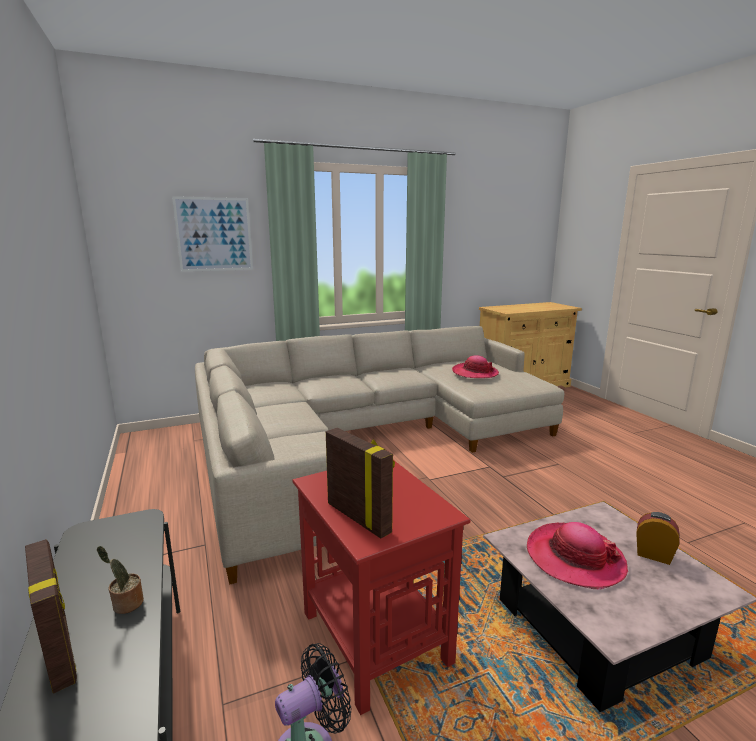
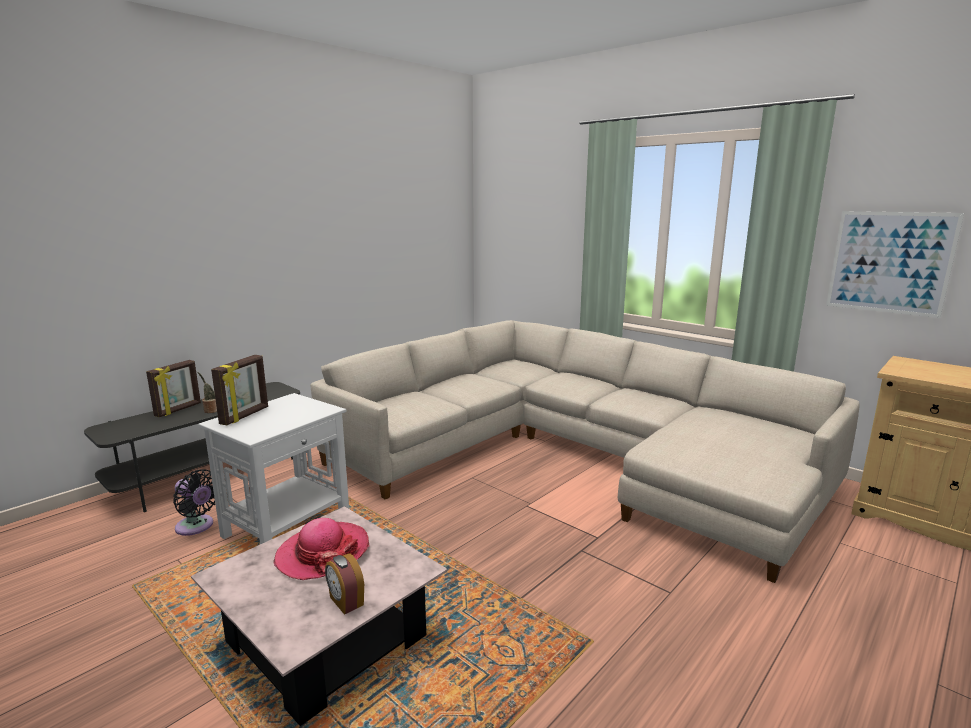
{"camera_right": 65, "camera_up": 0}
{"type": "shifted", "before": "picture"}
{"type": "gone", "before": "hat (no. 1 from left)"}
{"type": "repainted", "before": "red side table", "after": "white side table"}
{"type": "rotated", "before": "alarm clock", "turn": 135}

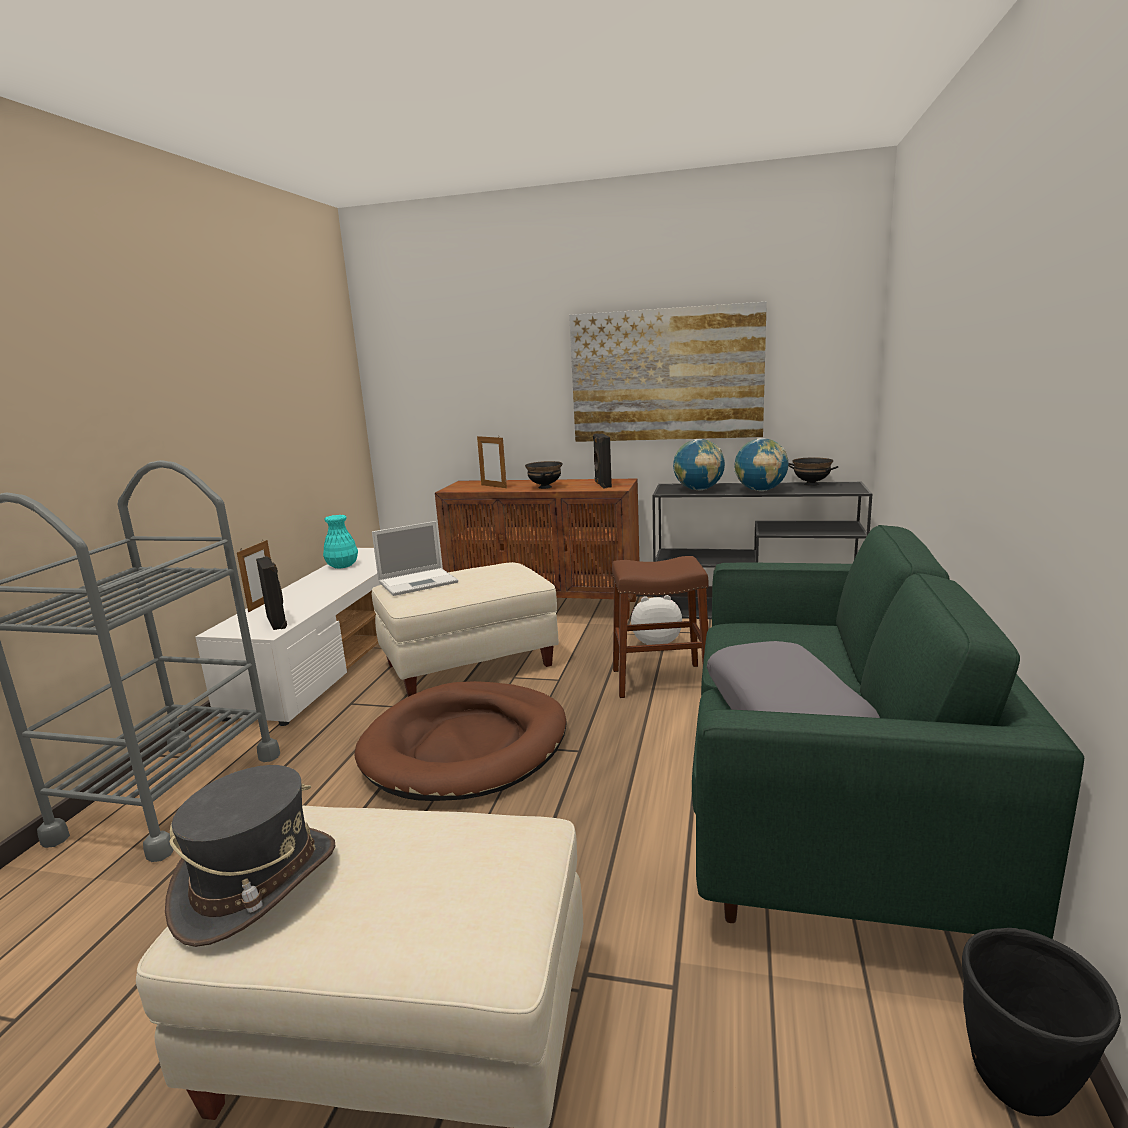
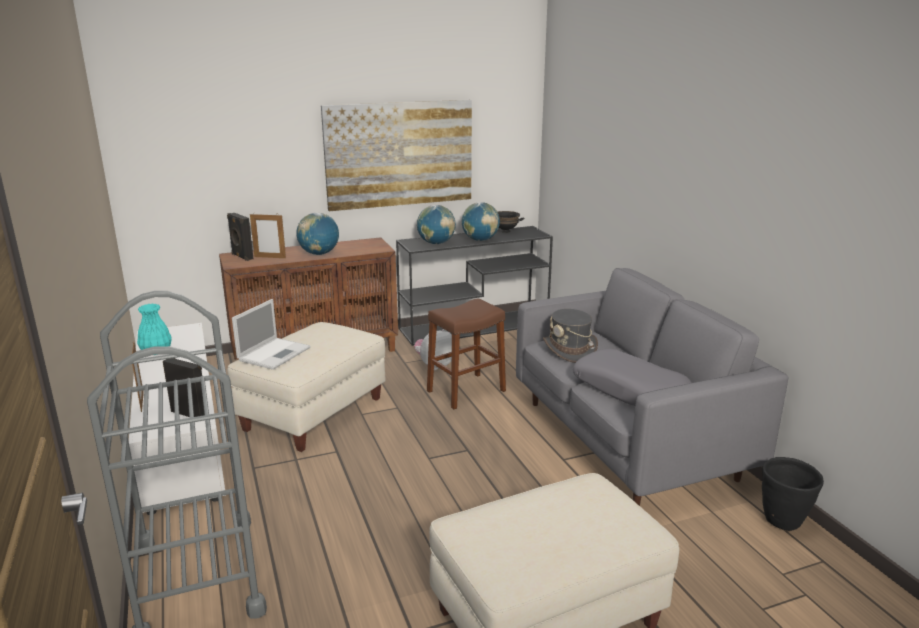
{"camera_right": -35, "camera_up": 5}
{"type": "shifted", "before": "black speaker (no. 2 from left)"}
{"type": "swapped", "before": "black bowl (no. 1 from left)", "after": "globe (no. 1 from left)"}
{"type": "repainted", "before": "green sofa", "after": "grey sofa"}
{"type": "gone", "before": "brown dog bed"}
{"type": "shifted", "before": "grey hat"}

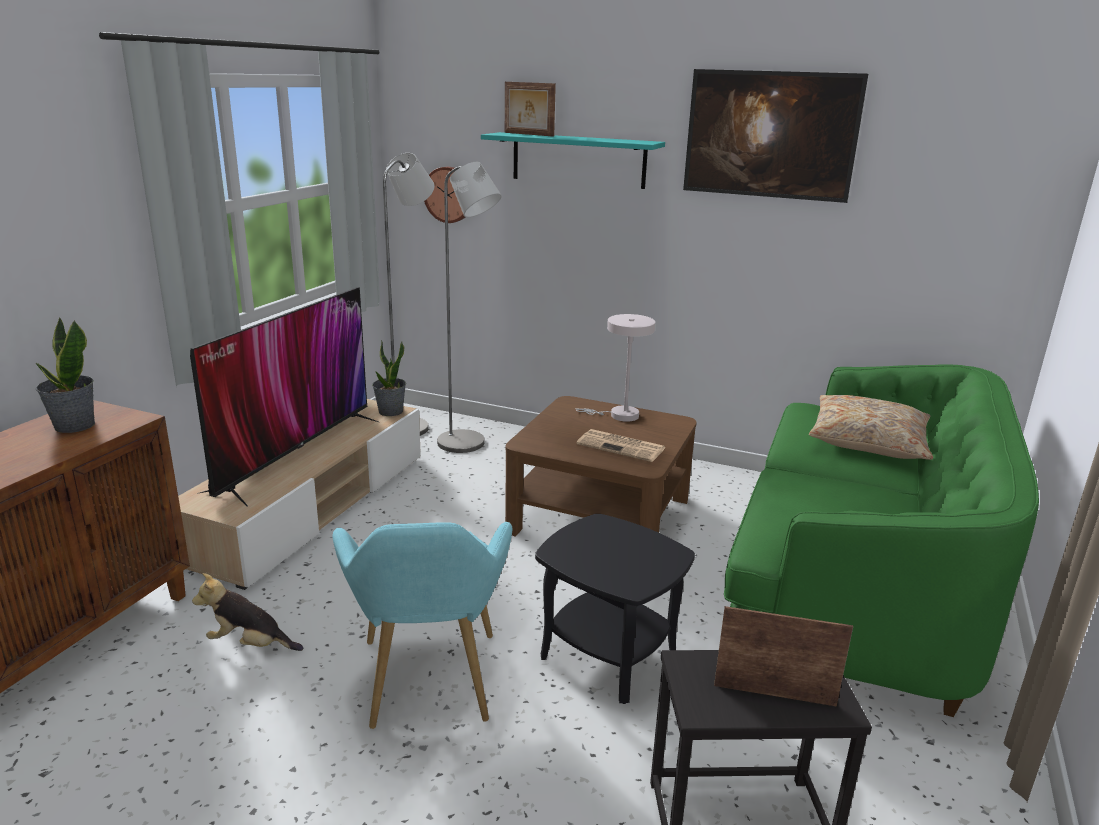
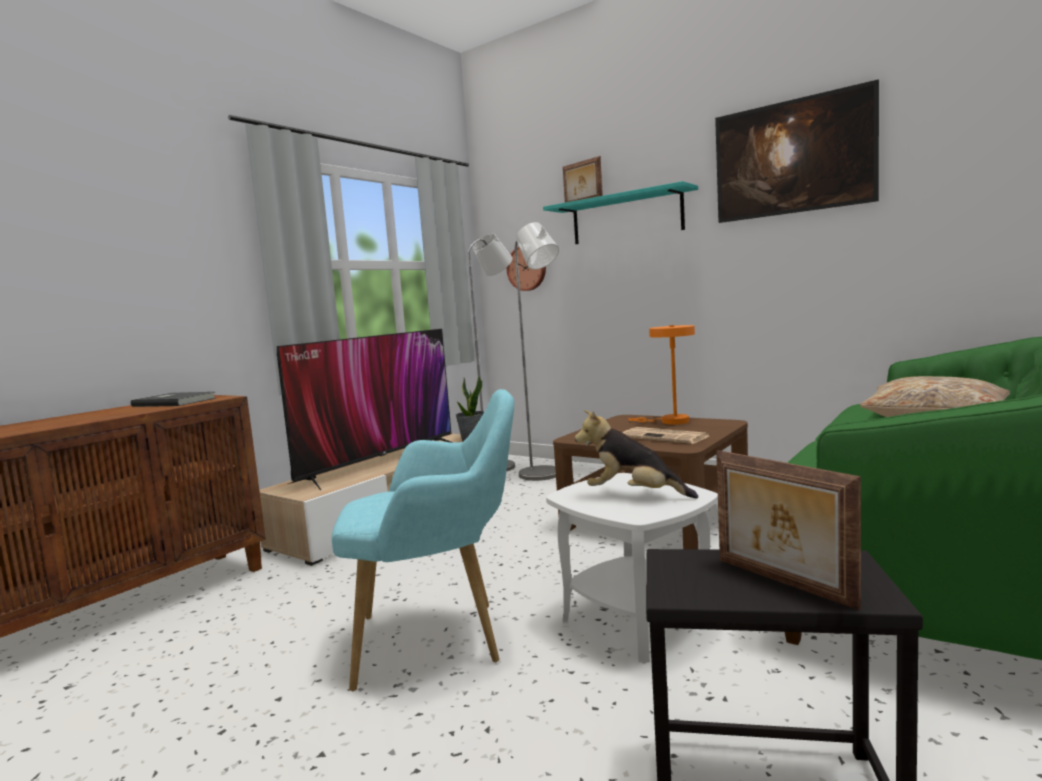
{"camera_right": 15, "camera_up": -15}
{"type": "repainted", "before": "white table lamp", "after": "orange table lamp"}
{"type": "swapped", "before": "potted plant (no. 1 from left)", "after": "grey book"}
{"type": "repainted", "before": "black side table (no. 1 from left)", "after": "white side table"}
{"type": "rotated", "before": "turquoise armchair", "turn": -105}
{"type": "shifted", "before": "plush toy"}
{"type": "rotated", "before": "picture frame (no. 2 from left)", "turn": -150}

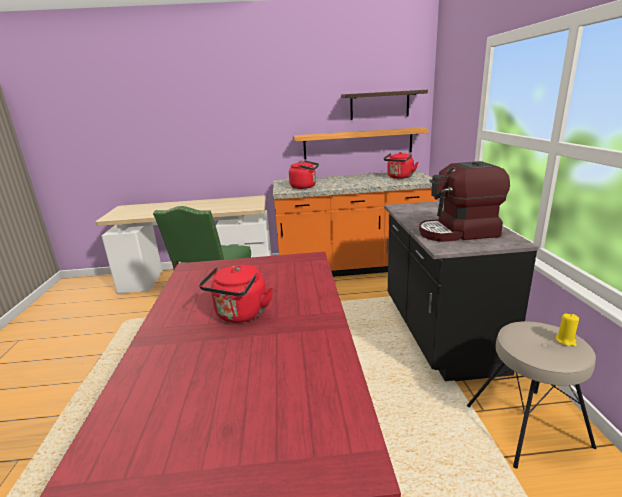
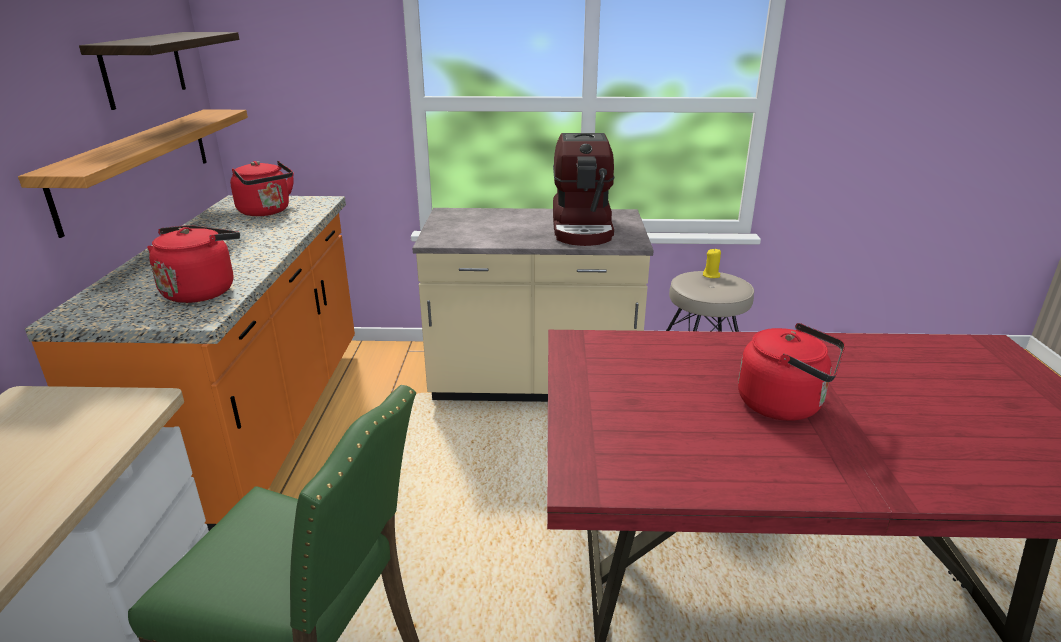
{"camera_right": -85, "camera_up": 5}
{"type": "repainted", "before": "black counter", "after": "beige counter"}

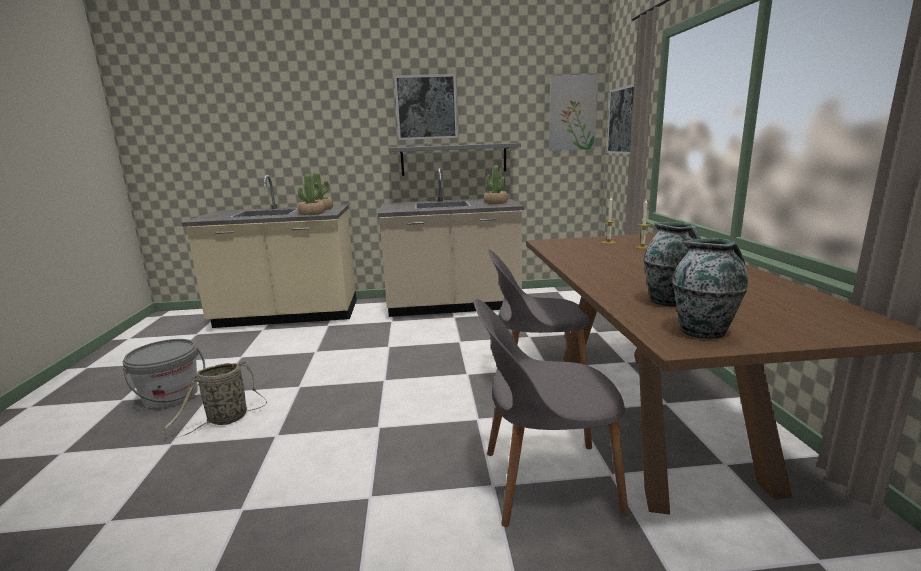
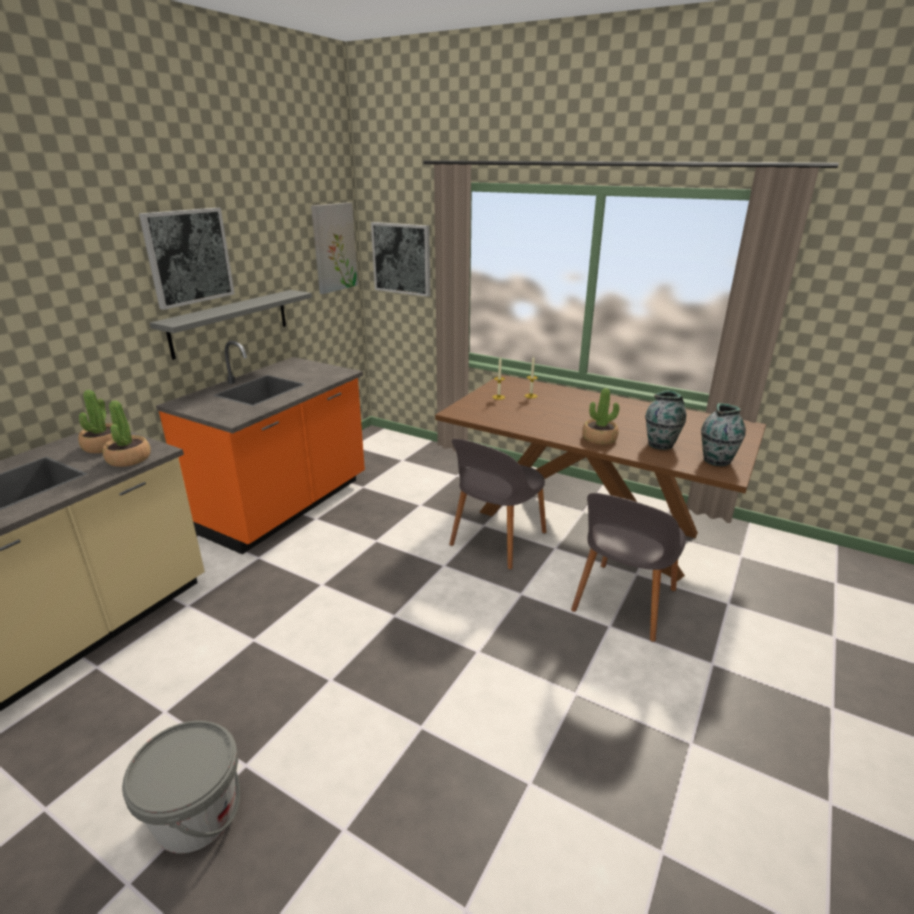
{"camera_right": -55, "camera_up": 10}
{"type": "shifted", "before": "potted plant (no. 3 from left)"}
{"type": "repainted", "before": "beige counter (no. 2 from left)", "after": "orange counter"}
{"type": "gone", "before": "basket"}

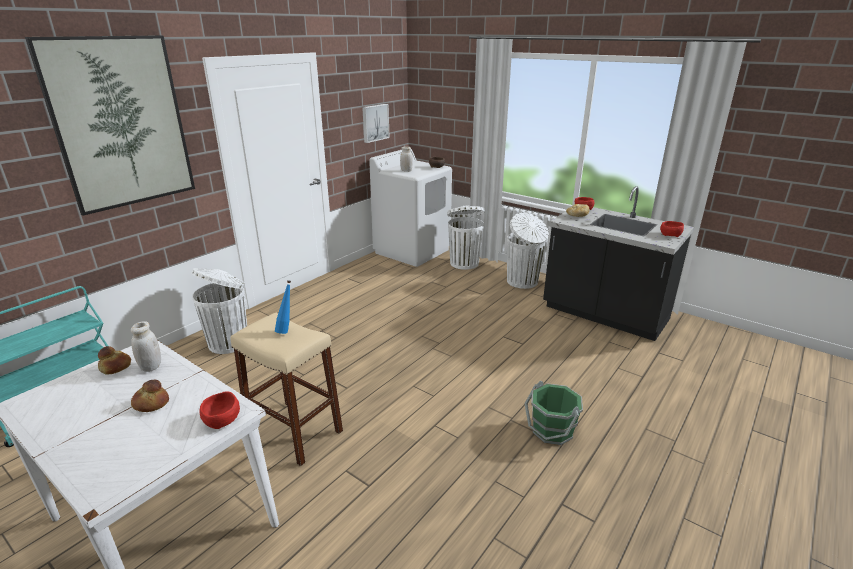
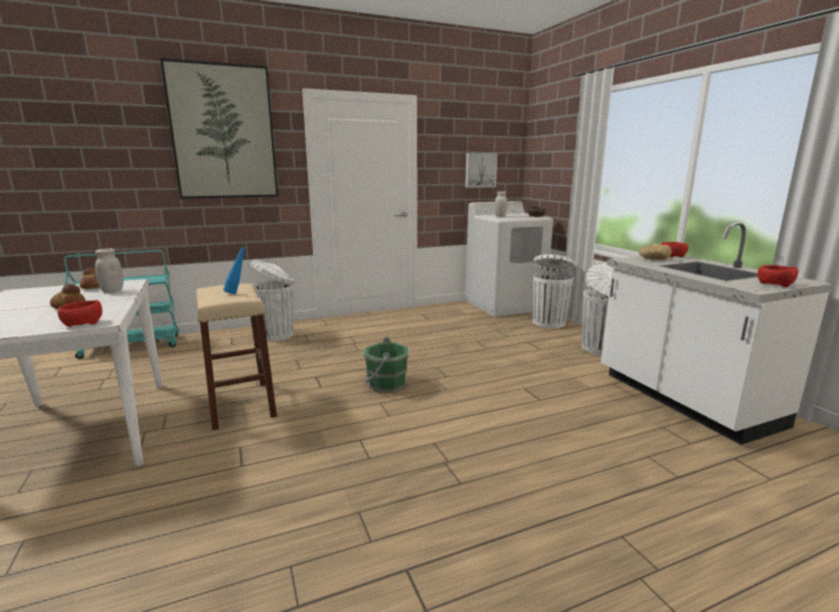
{"camera_right": 30, "camera_up": -10}
{"type": "repainted", "before": "black counter", "after": "white counter"}
{"type": "shifted", "before": "green bucket"}

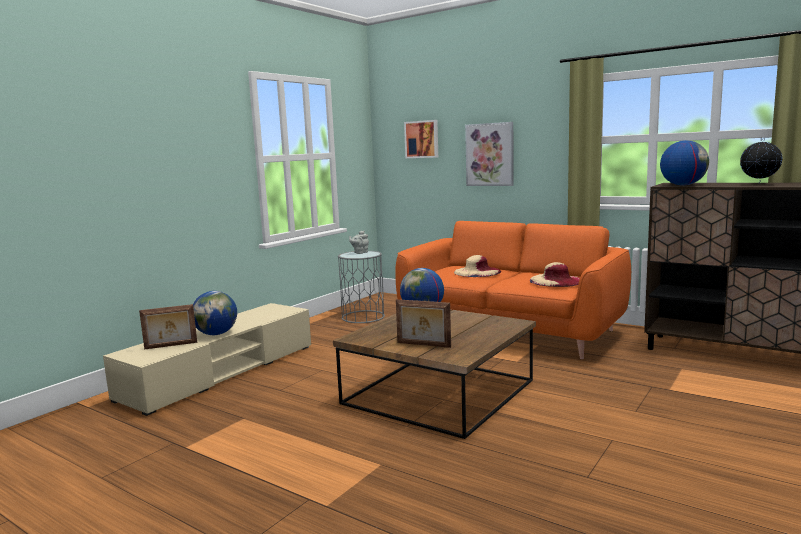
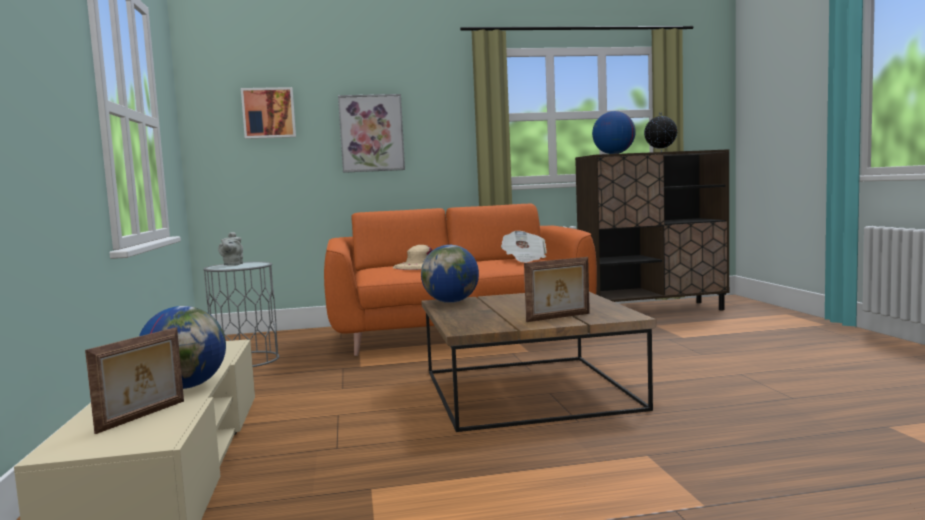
{"camera_right": -45, "camera_up": -5}
{"type": "swapped", "before": "beige hat (no. 2 from left)", "after": "newspaper"}

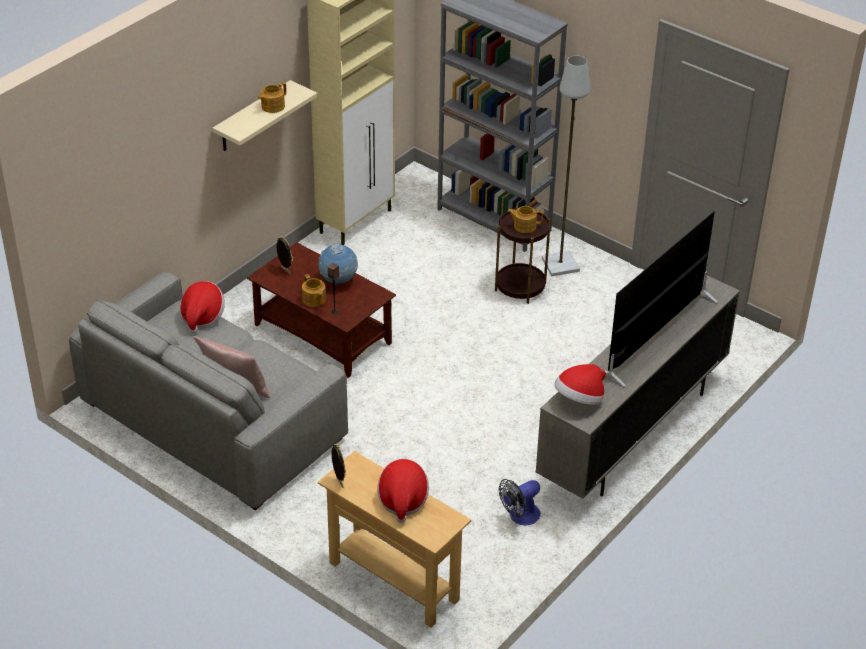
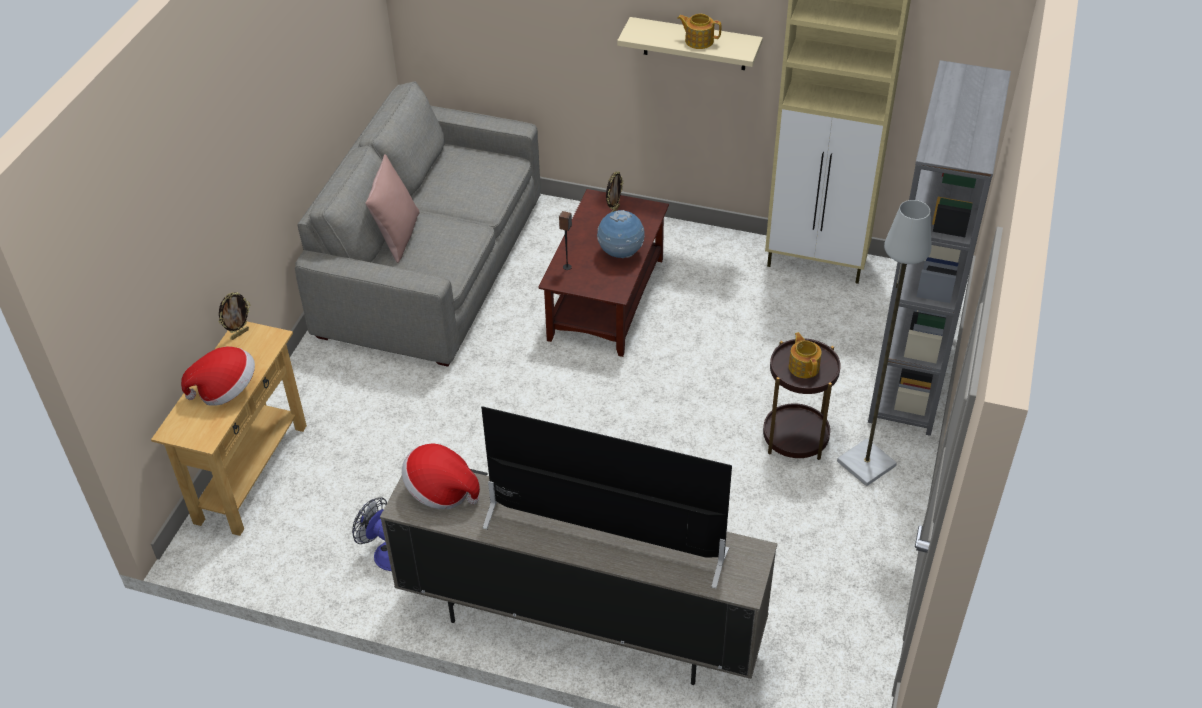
{"camera_right": 70, "camera_up": 5}
{"type": "gone", "before": "teapot (no. 2 from left)"}
{"type": "gone", "before": "hat (no. 1 from left)"}

